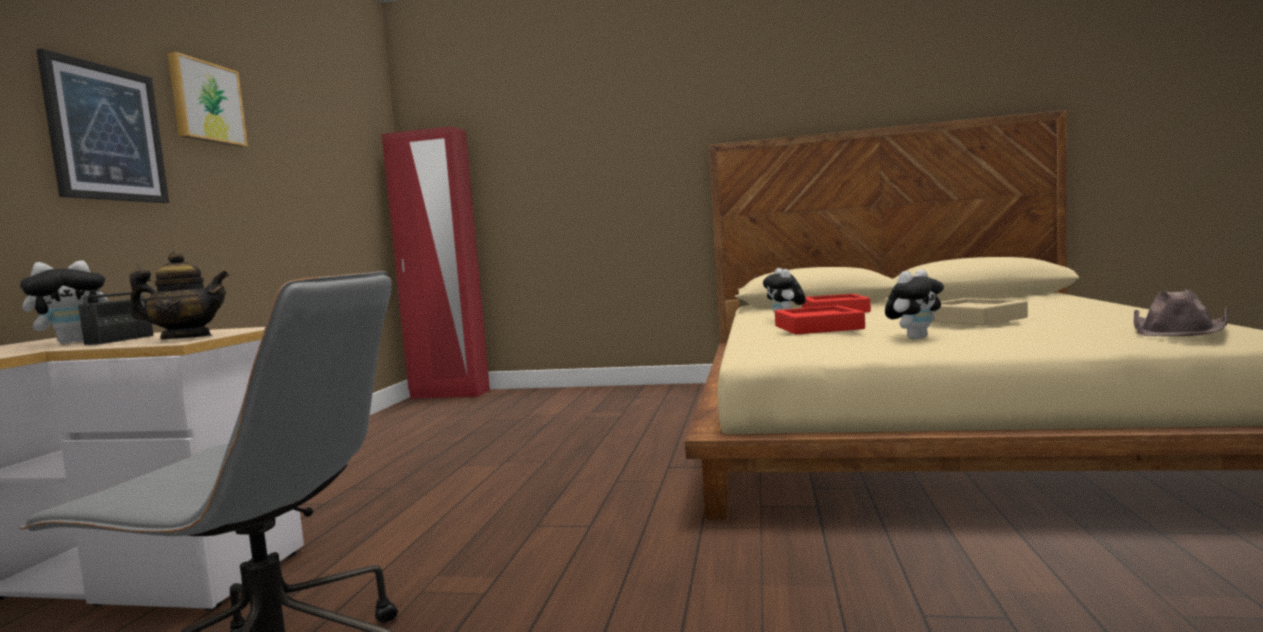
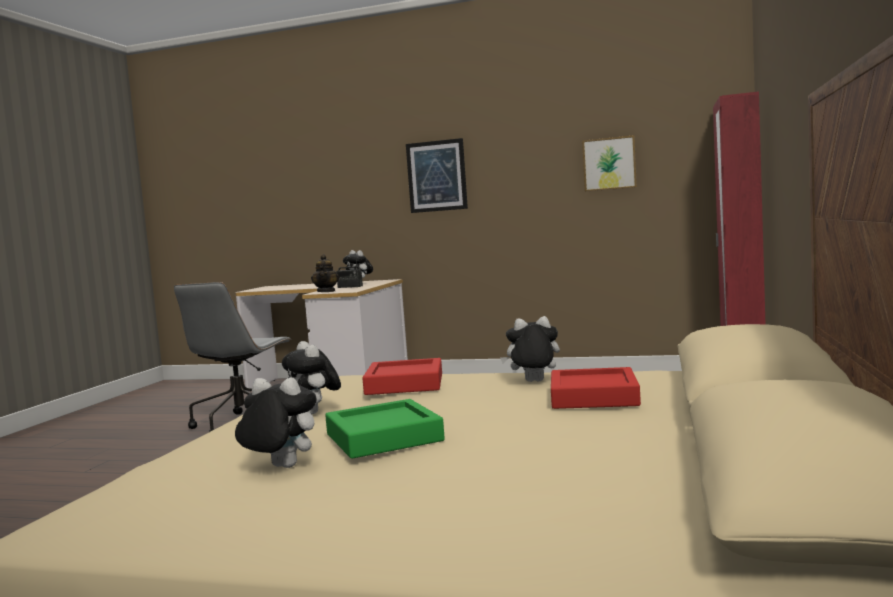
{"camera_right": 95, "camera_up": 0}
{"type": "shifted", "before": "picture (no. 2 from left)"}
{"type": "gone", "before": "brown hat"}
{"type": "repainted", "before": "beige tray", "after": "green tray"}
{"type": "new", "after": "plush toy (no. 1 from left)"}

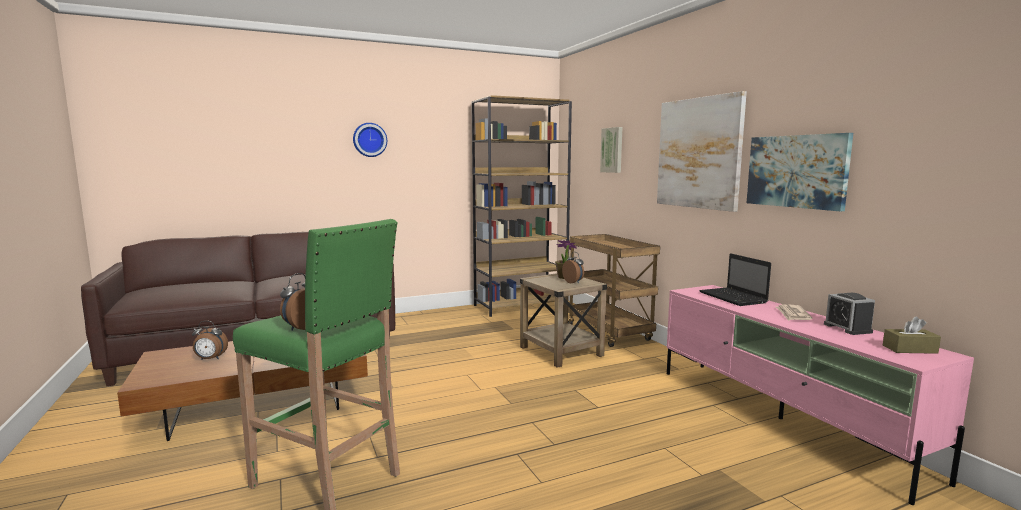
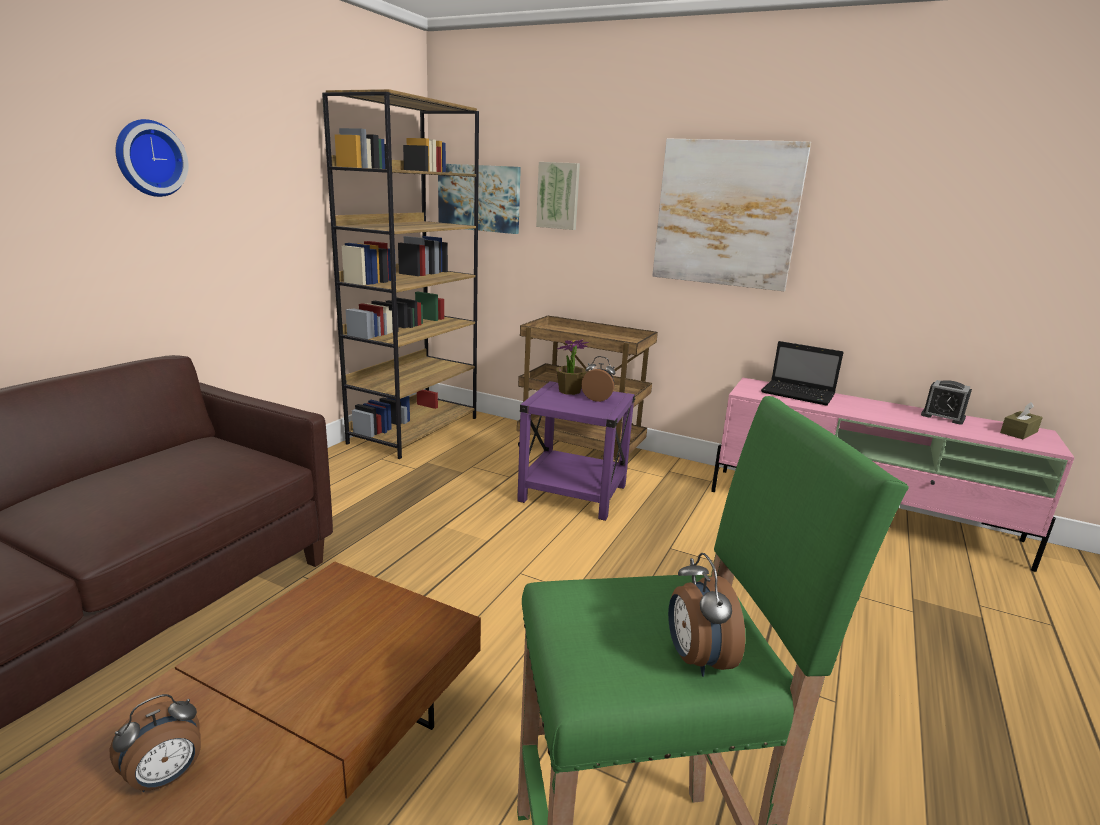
{"camera_right": -40, "camera_up": 10}
{"type": "shifted", "before": "picture (no. 3 from left in the first image)", "after": "picture (no. 1 from left)"}
{"type": "repainted", "before": "beige side table", "after": "purple side table"}
{"type": "gone", "before": "newspaper"}

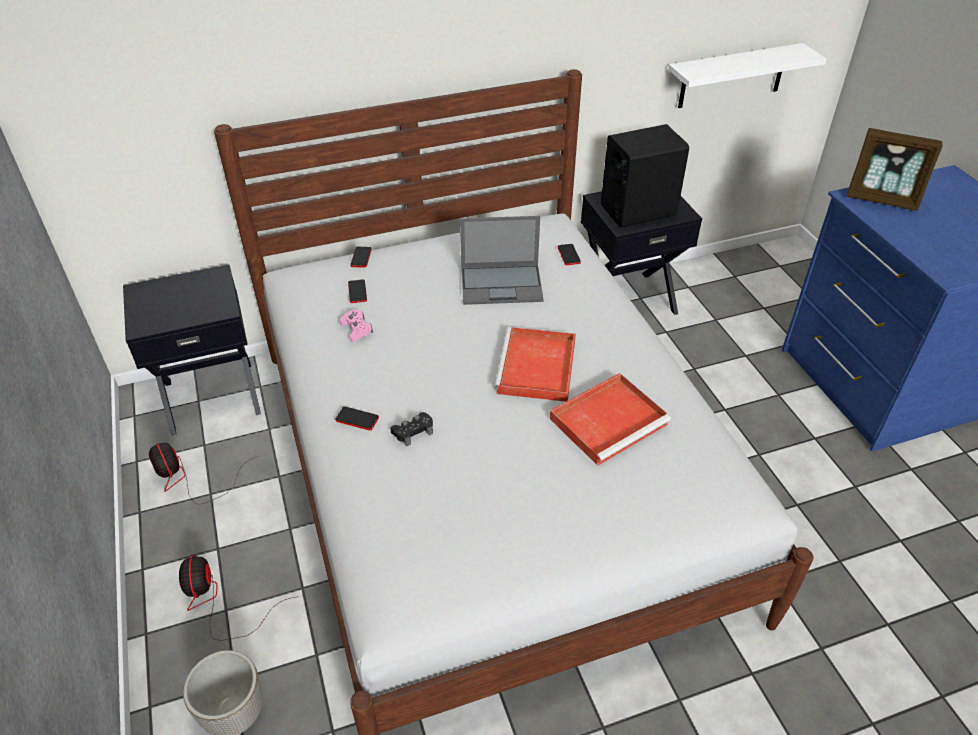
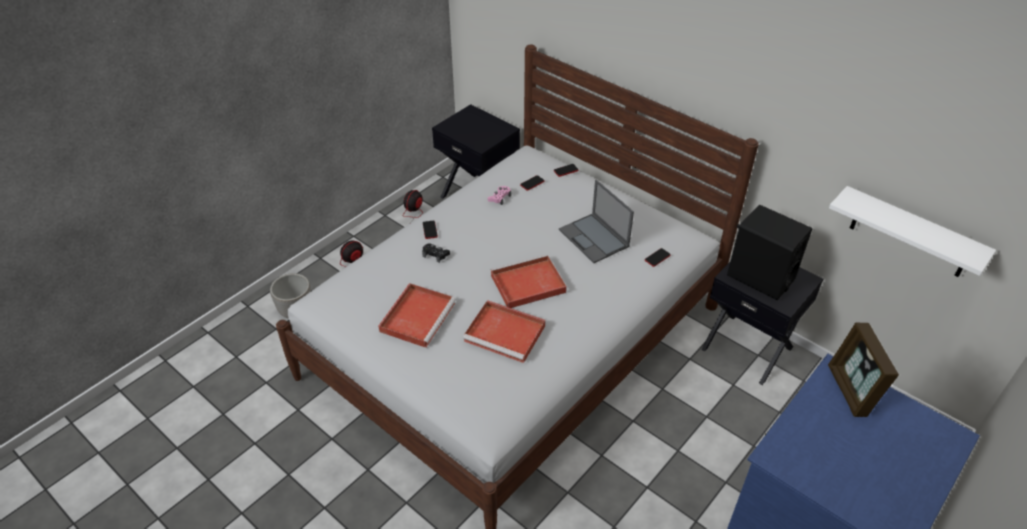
{"camera_right": 60, "camera_up": 0}
{"type": "new", "after": "red tray (no. 1 from left)"}

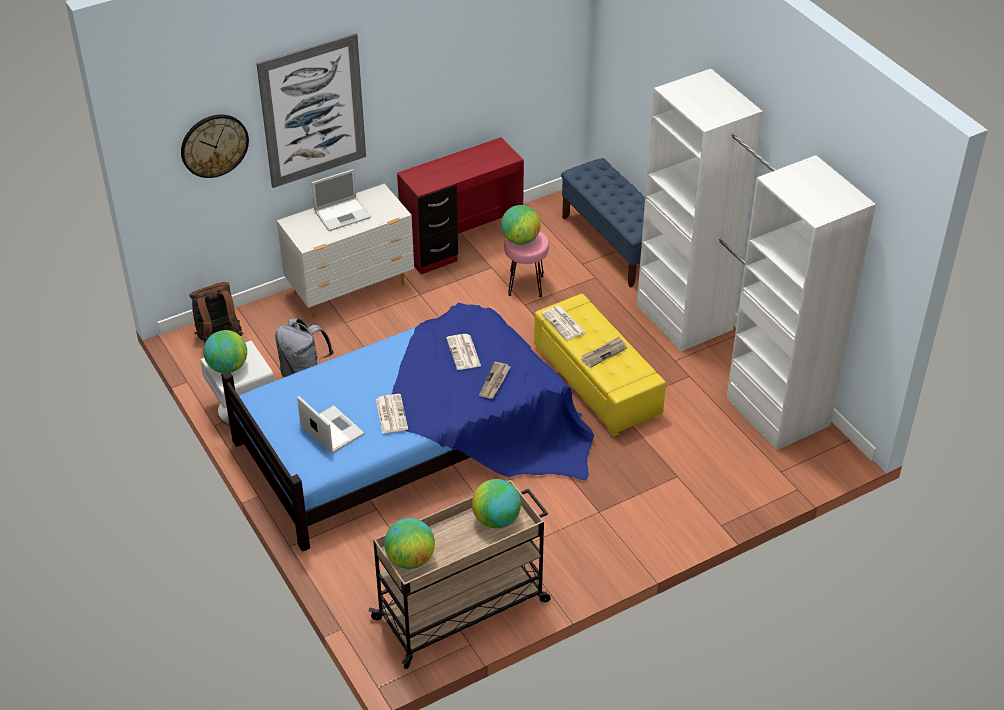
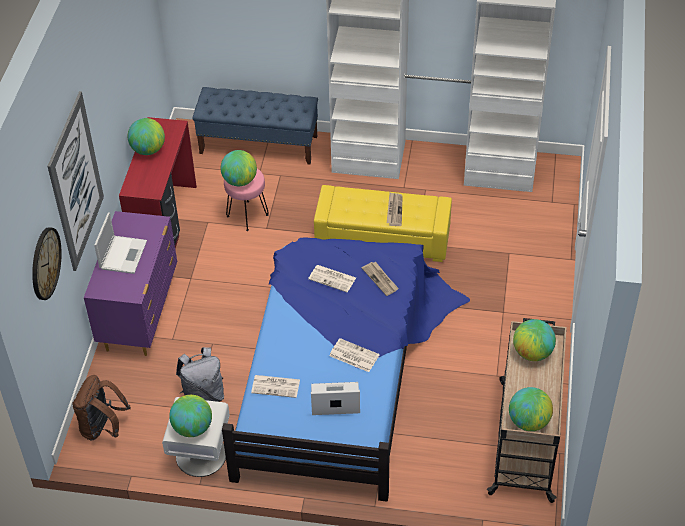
{"camera_right": -50, "camera_up": 5}
{"type": "repainted", "before": "white dresser", "after": "purple dresser"}
{"type": "shifted", "before": "newspaper (no. 4 from left in the first image)", "after": "newspaper (no. 1 from left)"}
{"type": "new", "after": "globe (no. 1 from left)"}

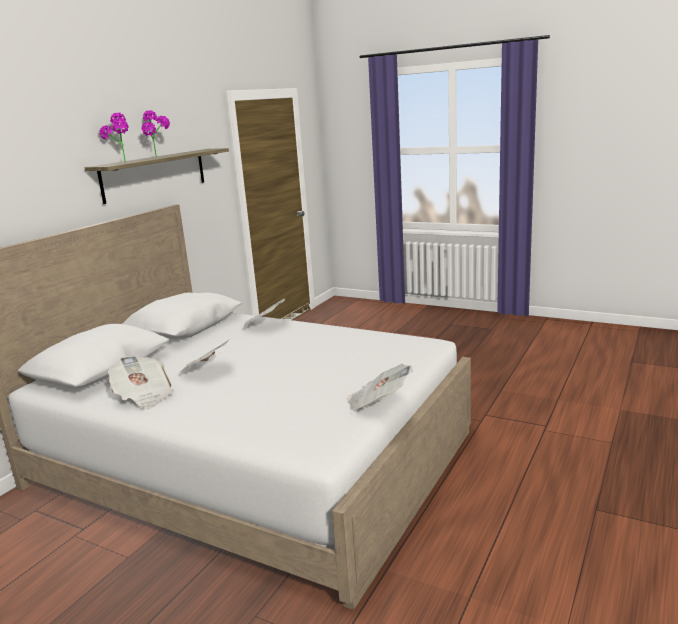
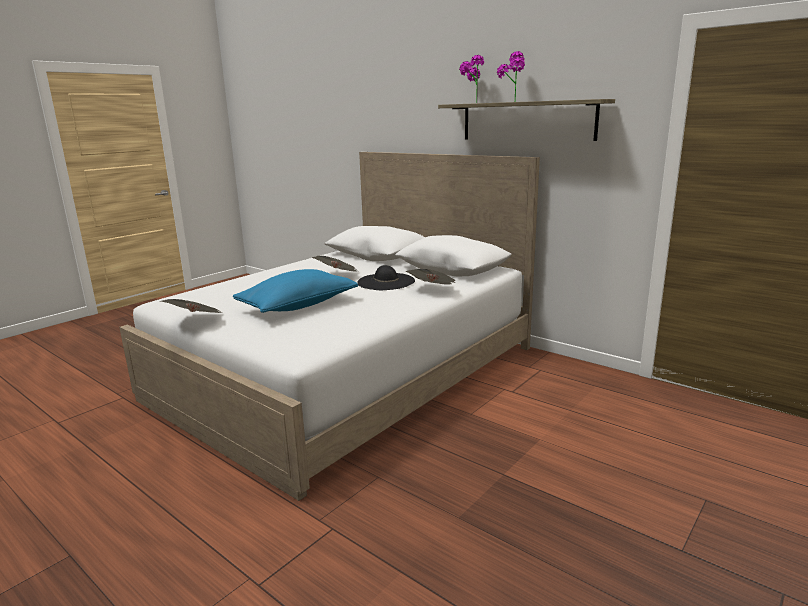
{"camera_right": 100, "camera_up": 0}
{"type": "gone", "before": "newspaper (no. 1 from left)"}
{"type": "new", "after": "black hat"}
{"type": "new", "after": "blue pillow"}

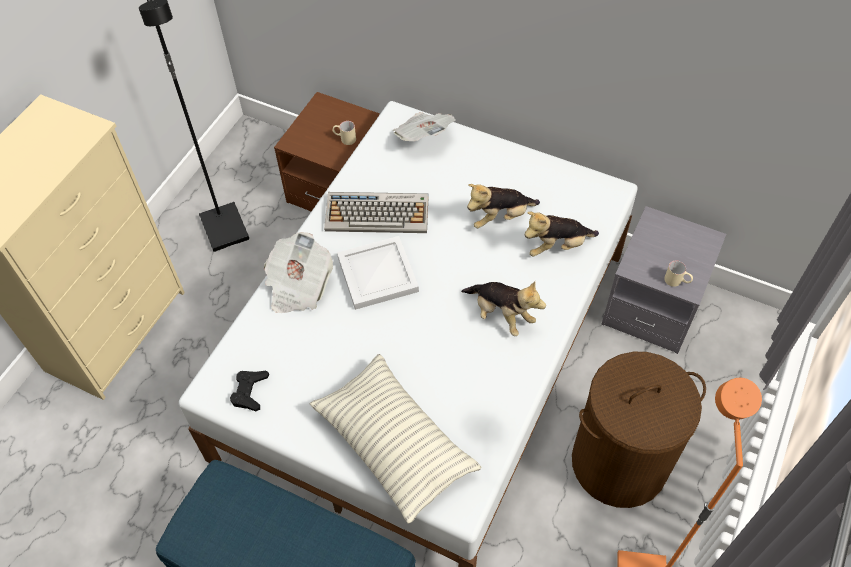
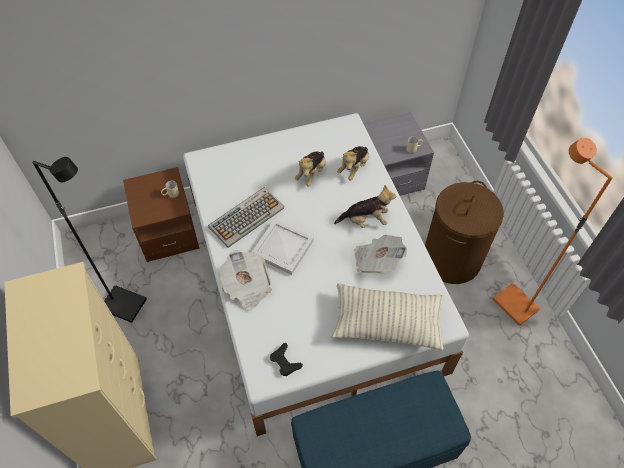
{"camera_right": -45, "camera_up": 0}
{"type": "shifted", "before": "newspaper (no. 2 from left)"}

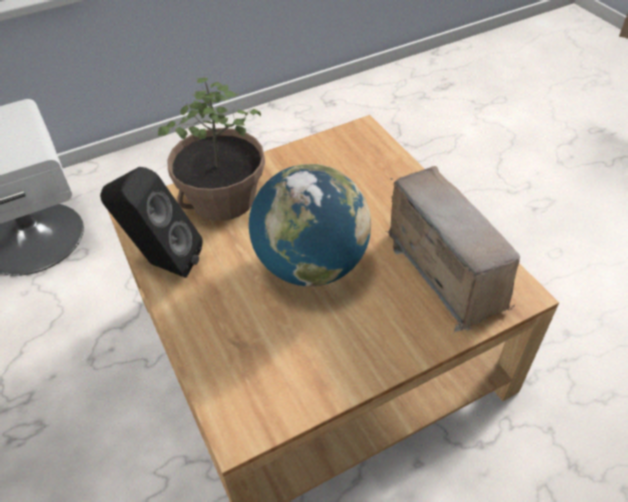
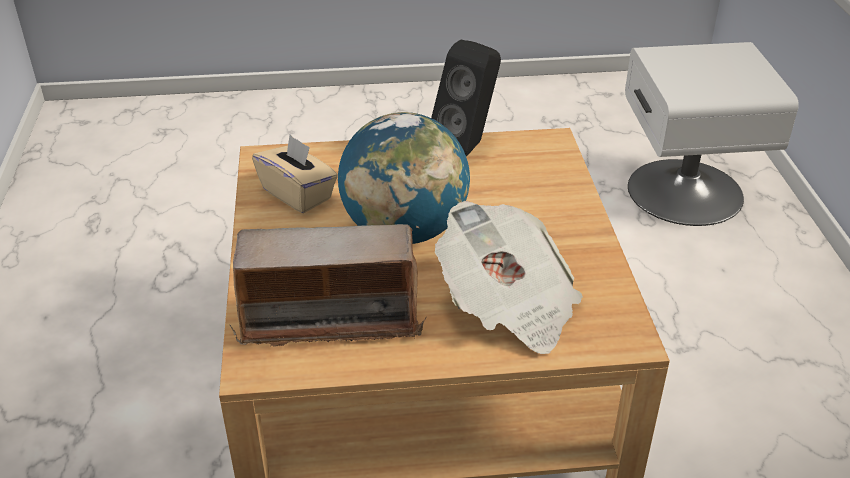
{"camera_right": 110, "camera_up": -10}
{"type": "gone", "before": "potted plant"}
{"type": "new", "after": "beige tissue box"}
{"type": "new", "after": "newspaper"}

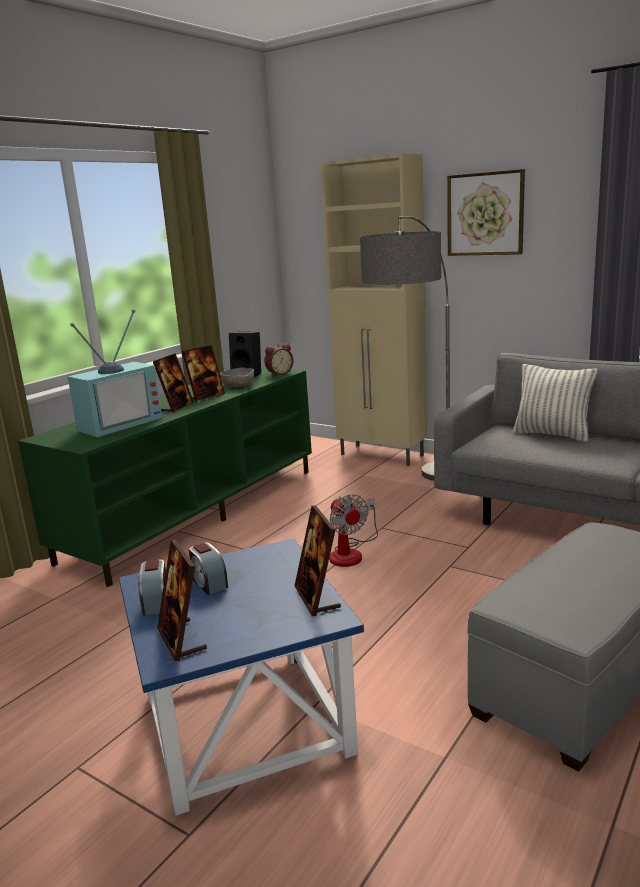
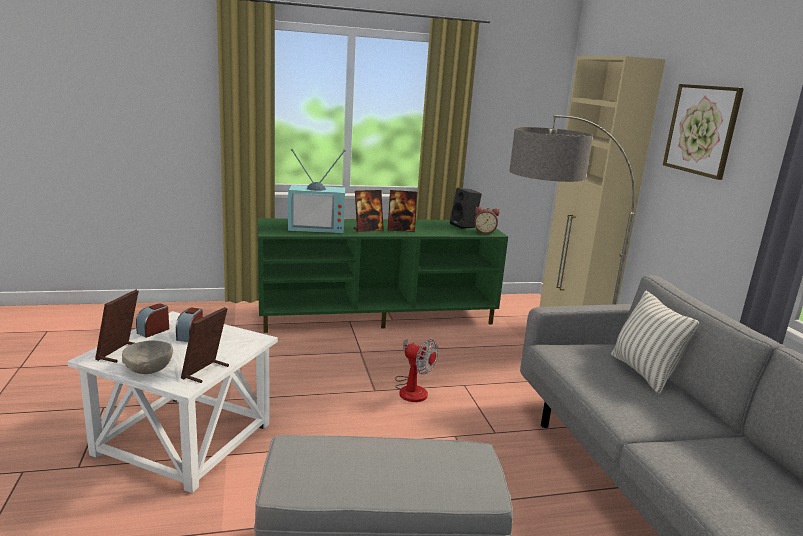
{"camera_right": 40, "camera_up": 0}
{"type": "shifted", "before": "grey bowl"}
{"type": "rotated", "before": "fan", "turn": -75}
{"type": "repainted", "before": "blue side table", "after": "white side table"}

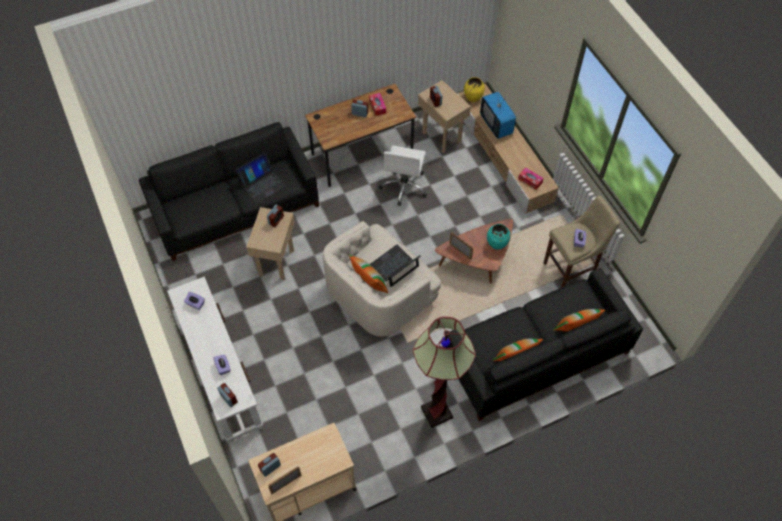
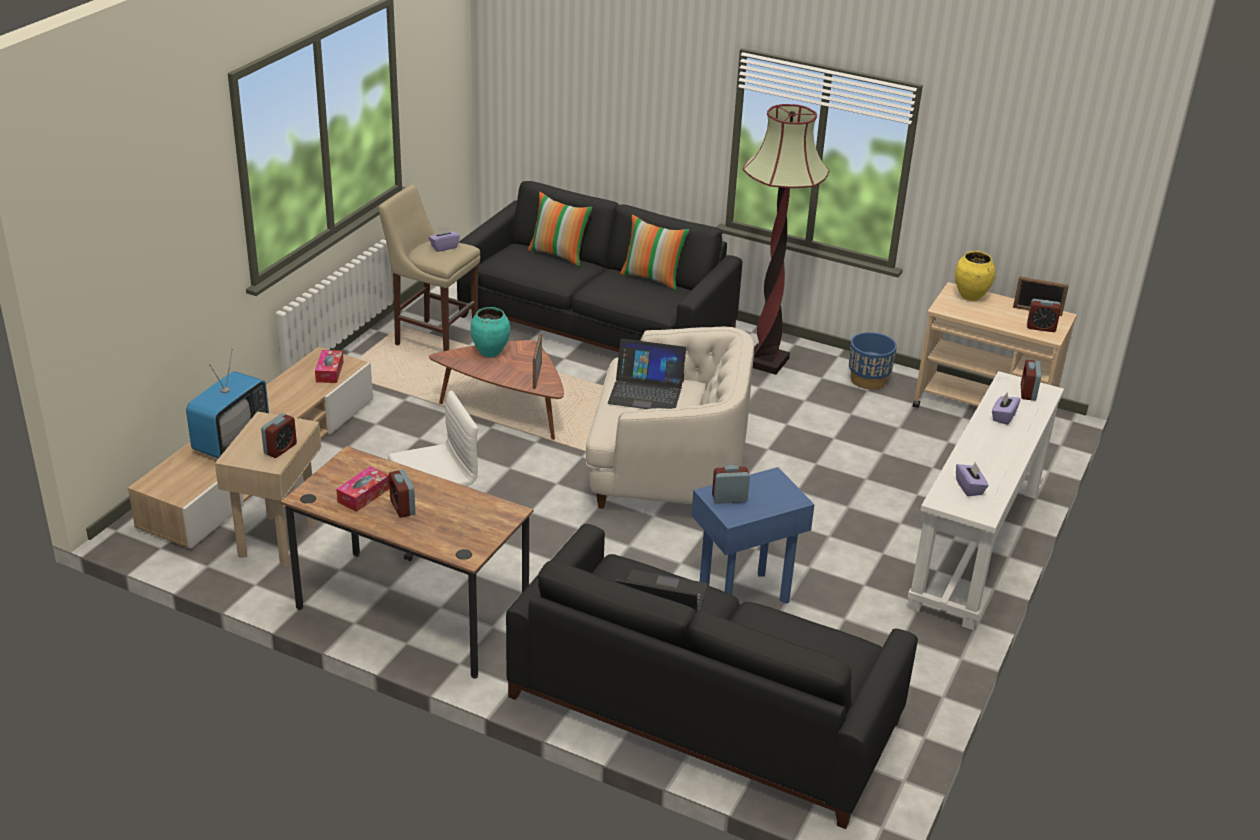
{"camera_right": -130, "camera_up": -25}
{"type": "shifted", "before": "yellow vase"}
{"type": "repainted", "before": "beige side table (no. 1 from left)", "after": "blue side table"}
{"type": "gone", "before": "pillow (no. 1 from left)"}
{"type": "new", "after": "blue planter"}

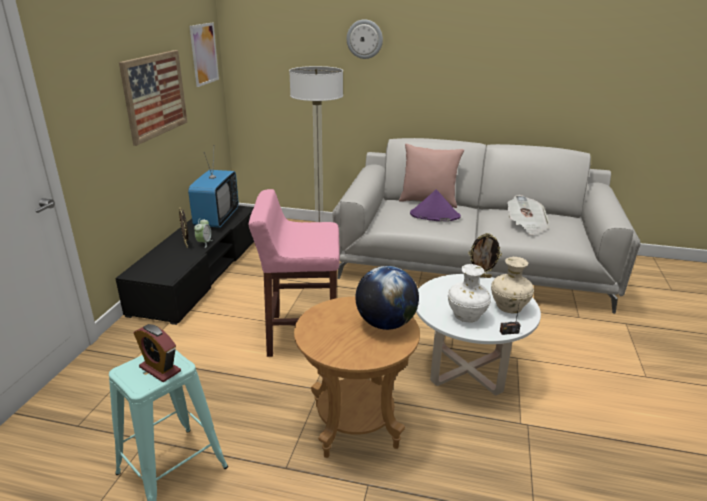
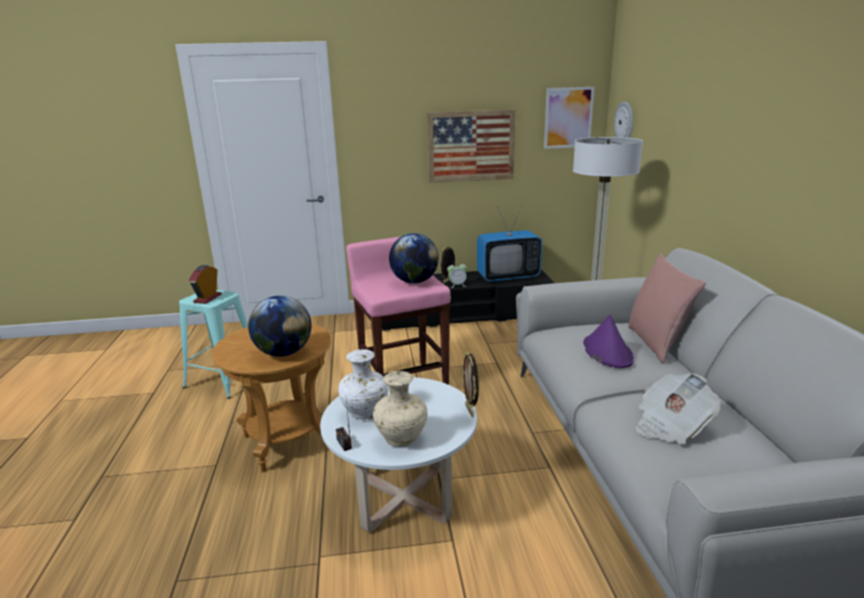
{"camera_right": 70, "camera_up": -5}
{"type": "shifted", "before": "wall clock"}
{"type": "new", "after": "globe (no. 2 from left)"}

